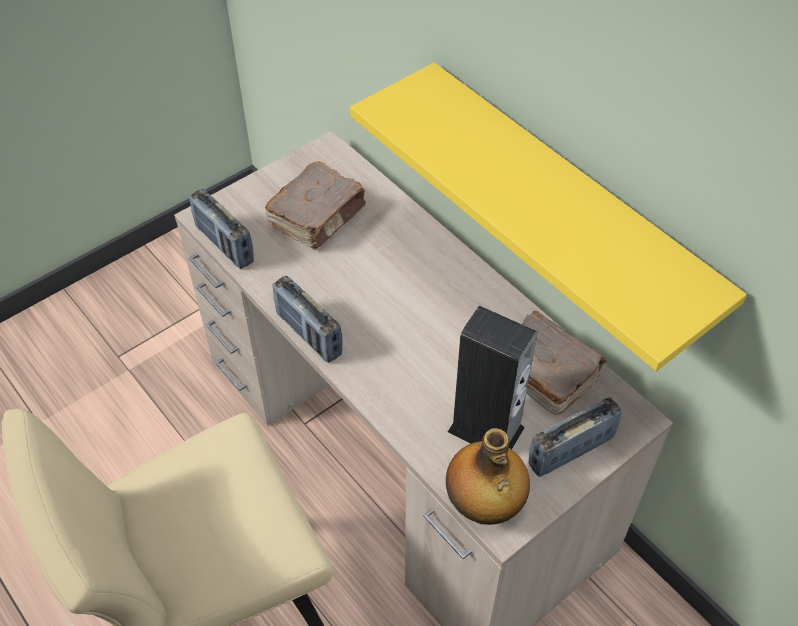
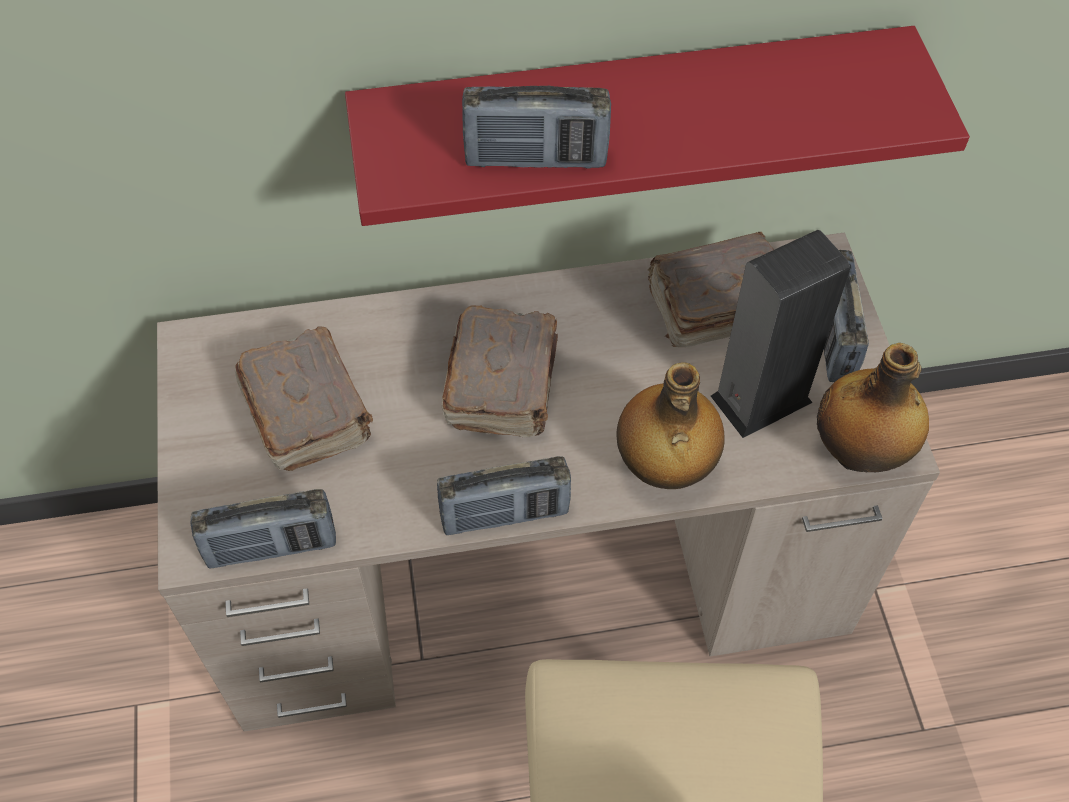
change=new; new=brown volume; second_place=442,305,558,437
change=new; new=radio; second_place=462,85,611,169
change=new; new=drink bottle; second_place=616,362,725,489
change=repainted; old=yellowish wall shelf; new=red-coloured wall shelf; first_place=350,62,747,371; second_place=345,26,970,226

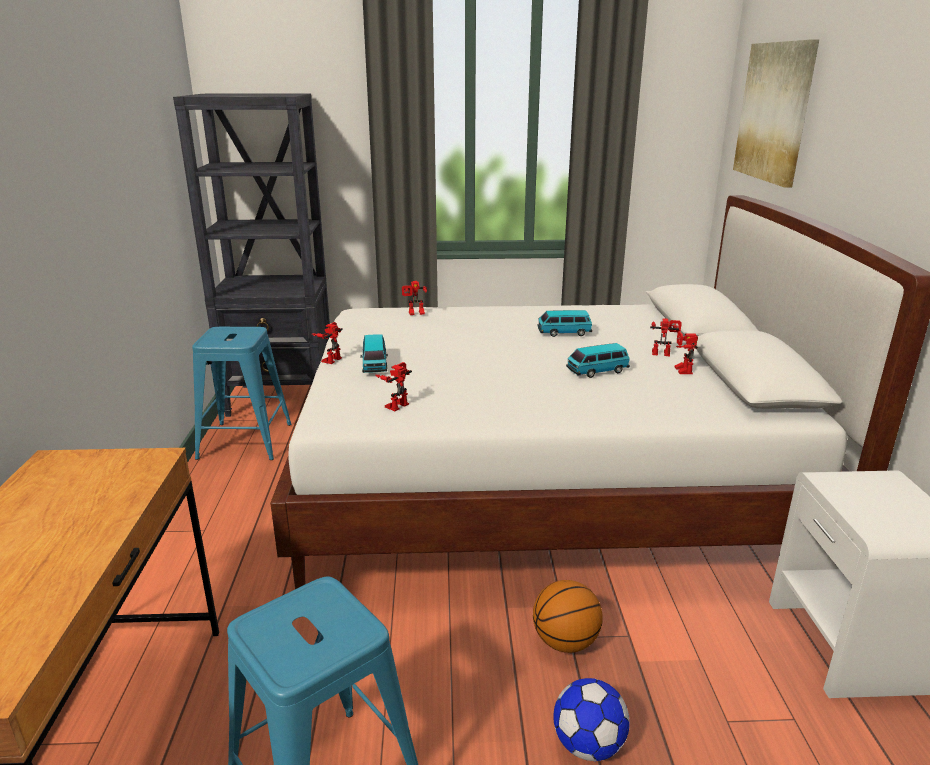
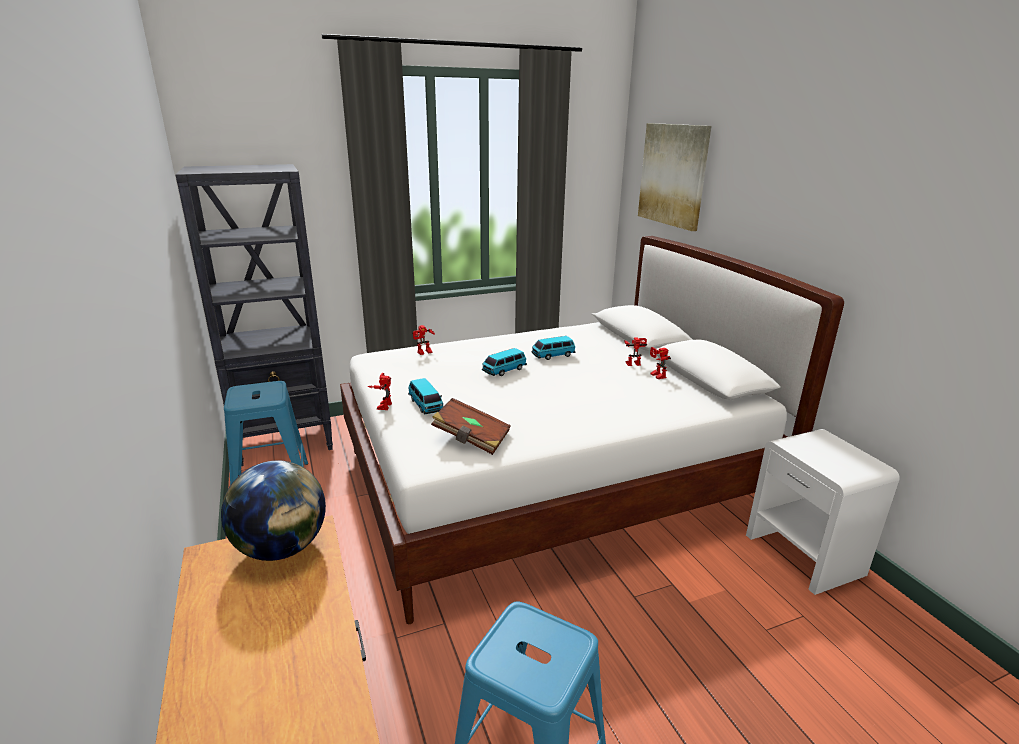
change=gone; old=basketball; first_place=533,580,603,653
change=gone; old=football; first_place=553,678,630,761
change=new; new=globe; second_place=221,461,326,561
change=shifted; old=miniature car; first_place=566,343,630,378; second_place=482,348,527,376
change=swapped; old=toy robot; new=brown volume; first_place=375,362,412,411; second_place=431,398,511,455

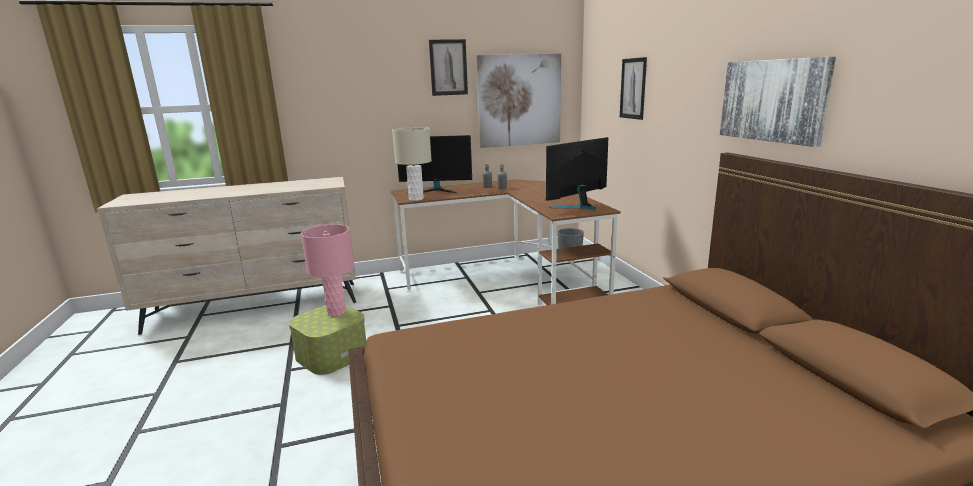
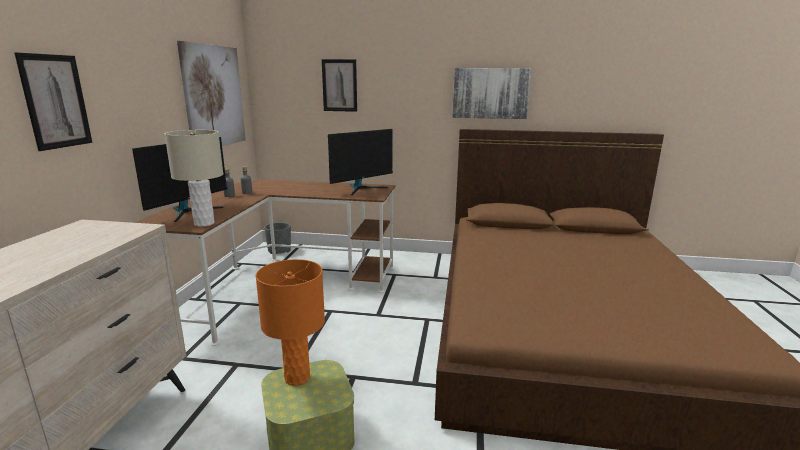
change=shifted; old=wall art; first_place=429,39,468,96; second_place=14,52,93,151
change=repainted; old=pink-coloured lamp for a table; new=orange-coloured lamp for a table; first_place=301,224,354,316; second_place=256,259,325,386
change=rotated; old=monitor; first_place=546,137,608,210; second_place=328,129,393,195; degrees=-120

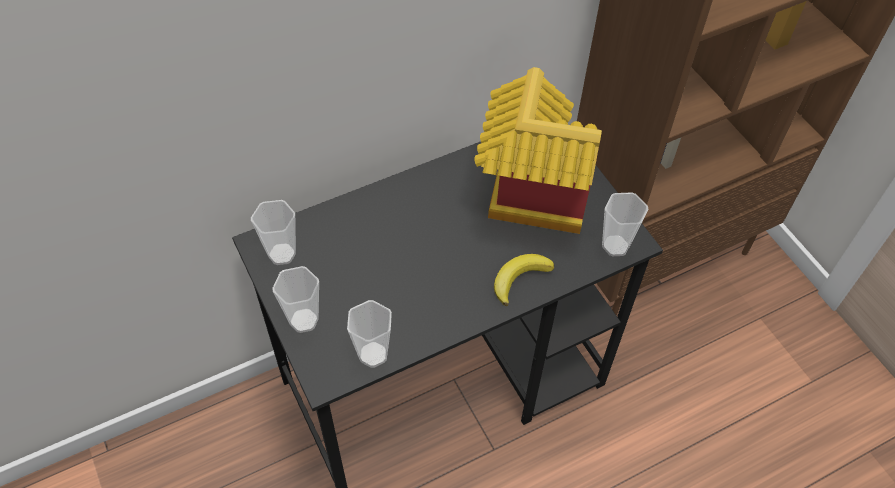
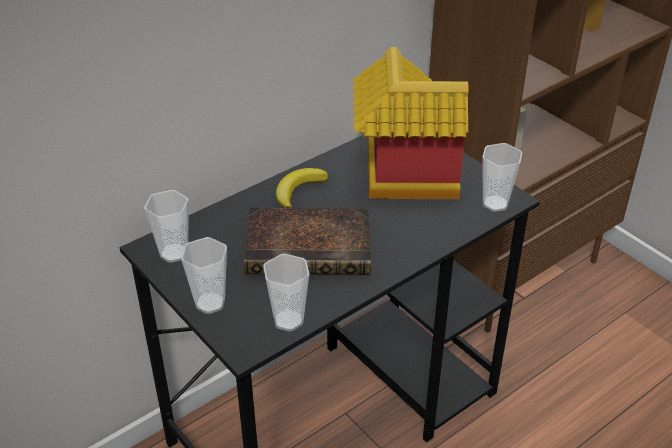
change=new; new=volume; second_place=244,208,371,275
change=shifted; old=banana; first_place=494,254,554,306; second_place=276,168,328,208

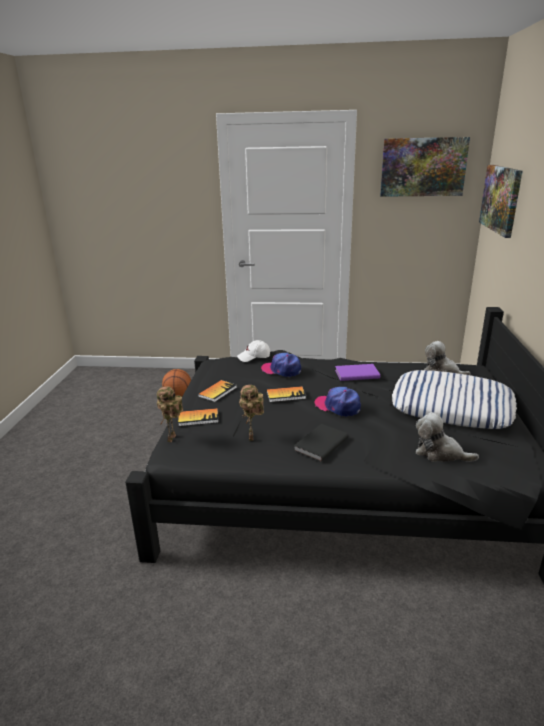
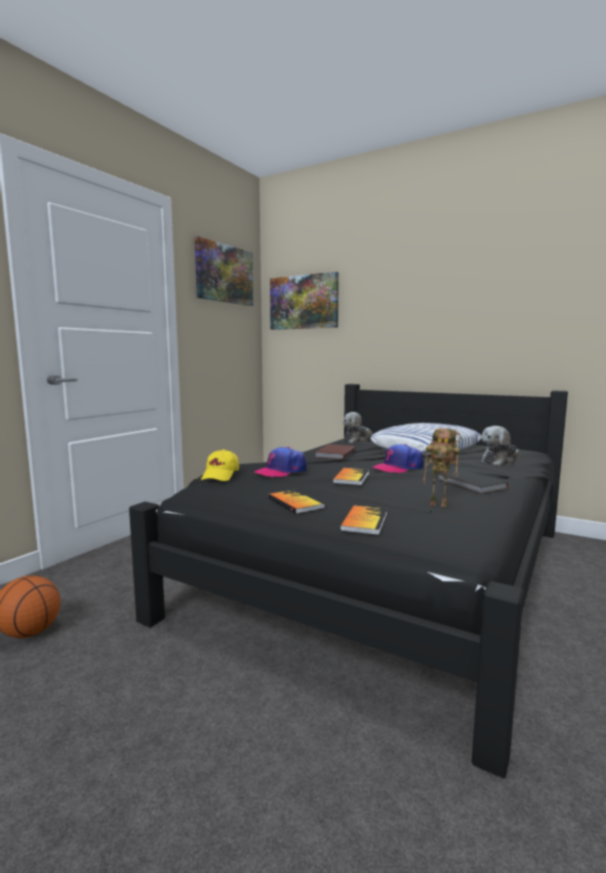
change=gone; old=toy robot; first_place=157,386,183,442
change=repainted; old=whitish peaked cap; new=yellowish peaked cap; first_place=237,340,270,362; second_place=201,449,239,481
change=repainted; old=purplish volume; new=brown volume; first_place=335,364,380,381; second_place=316,444,355,460

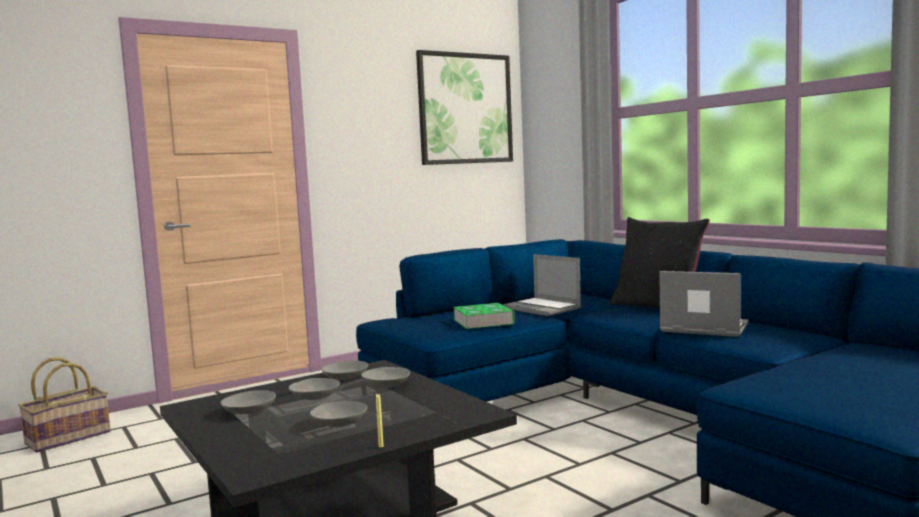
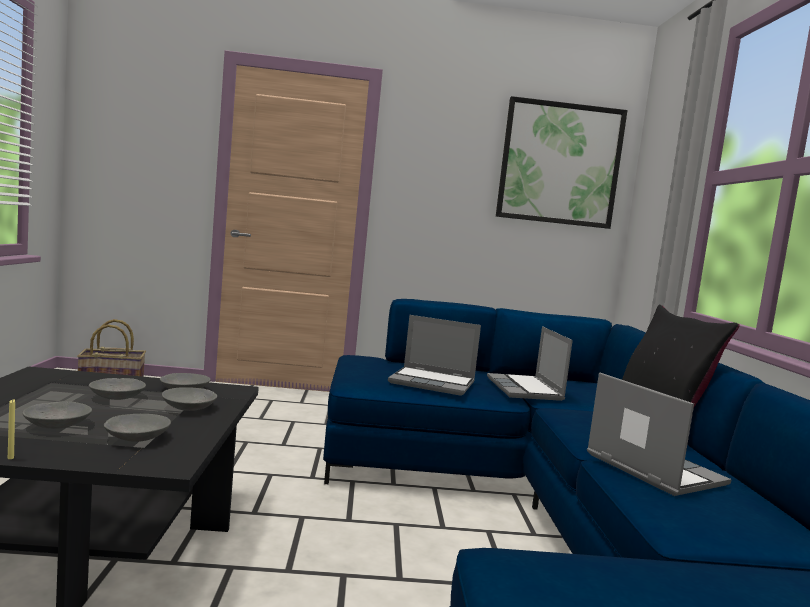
change=shifted; old=grey deep dish; first_place=220,390,276,414; second_place=104,414,171,442
change=swapped; old=volume; new=notebook computer; first_place=453,303,515,329; second_place=388,315,481,396

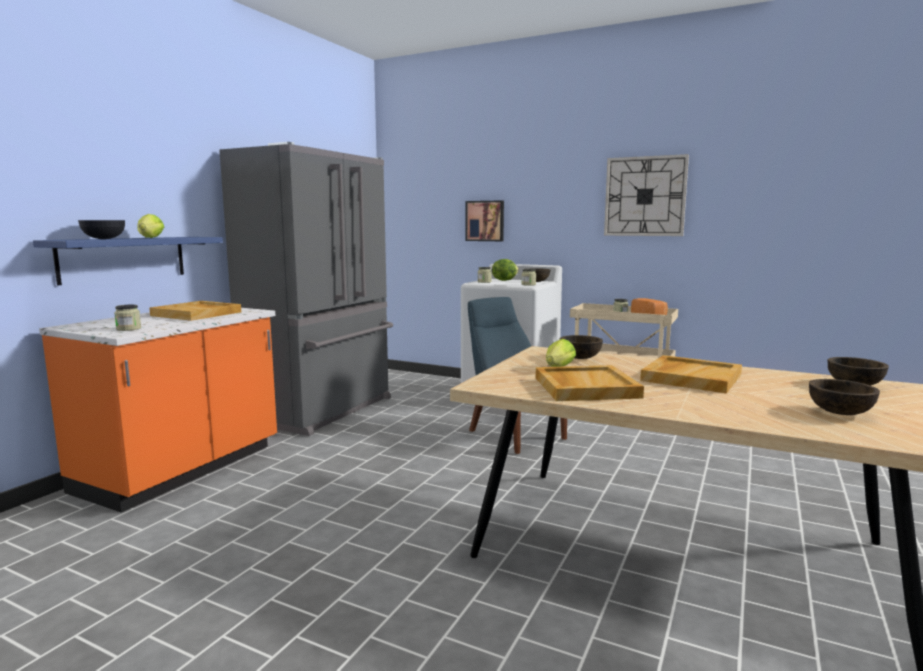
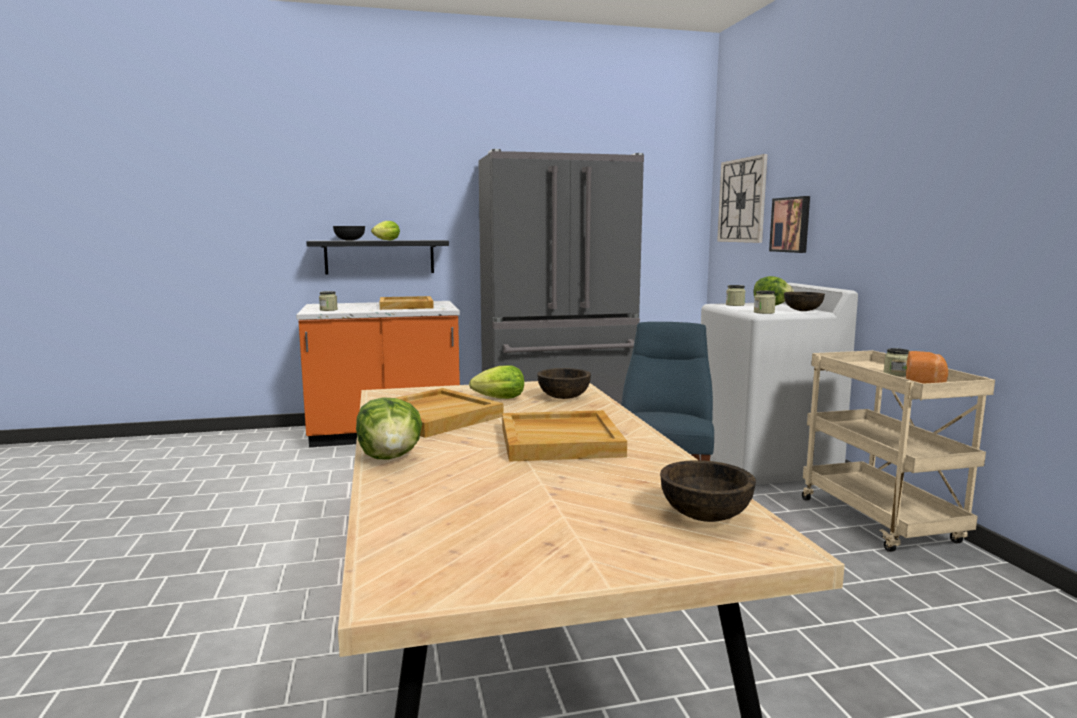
change=gone; old=brown deep dish; first_place=809,379,880,415
change=new; new=lettuce; second_place=356,397,422,459
change=shifted; old=wall clock; first_place=604,154,689,236; second_place=717,154,767,243
change=repainted; old=blue wall shelf; new=blackish wall shelf; first_place=33,237,223,285; second_place=306,240,449,274

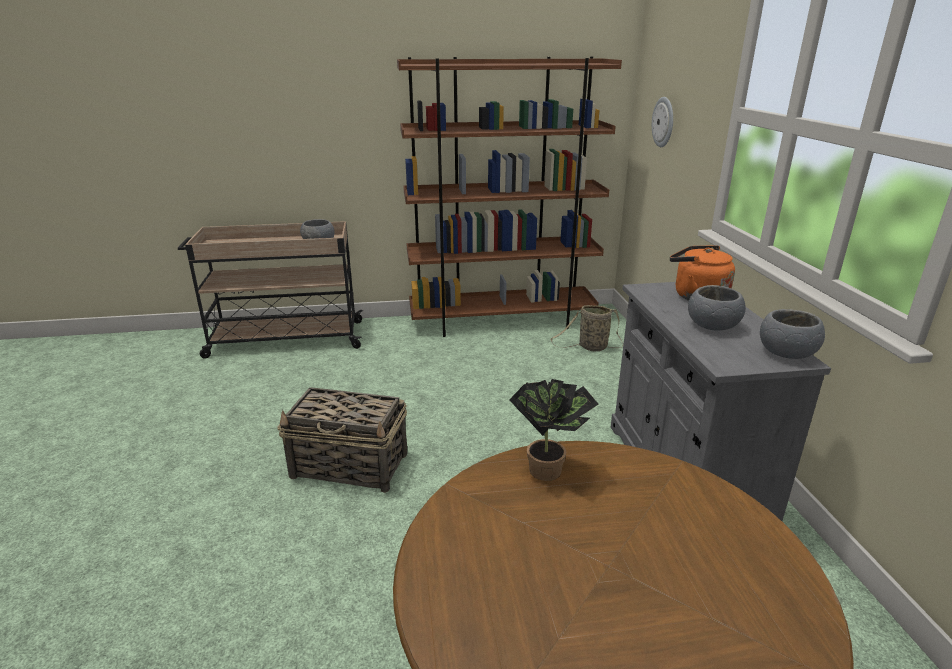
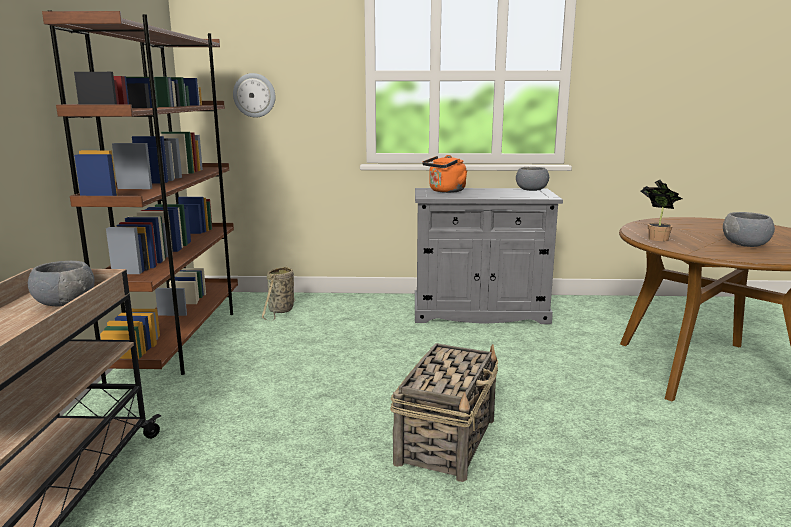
change=shifted; old=grey deep dish; first_place=688,285,746,331; second_place=723,212,775,247

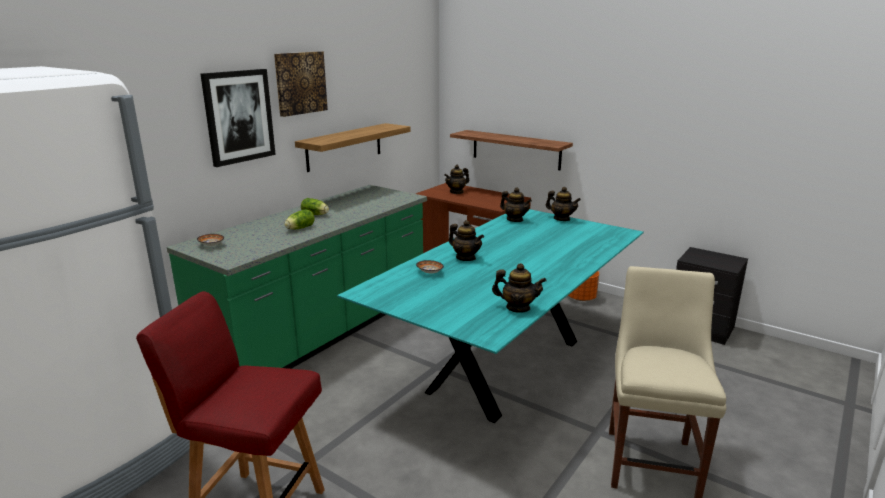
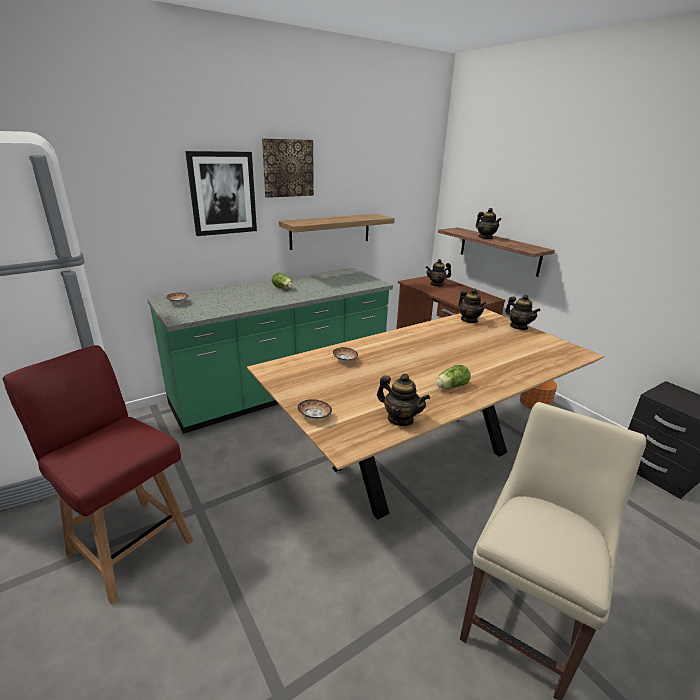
change=new; new=deep dish; second_place=298,399,332,420
change=shifted; old=lettuce; first_place=284,209,315,229; second_place=436,365,471,389
change=shifted; old=tea pot; first_place=449,220,484,261; second_place=476,208,501,239
change=repainted; old=blue-green dinner table; new=brown dinner table; first_place=337,209,644,423; second_place=247,308,604,520

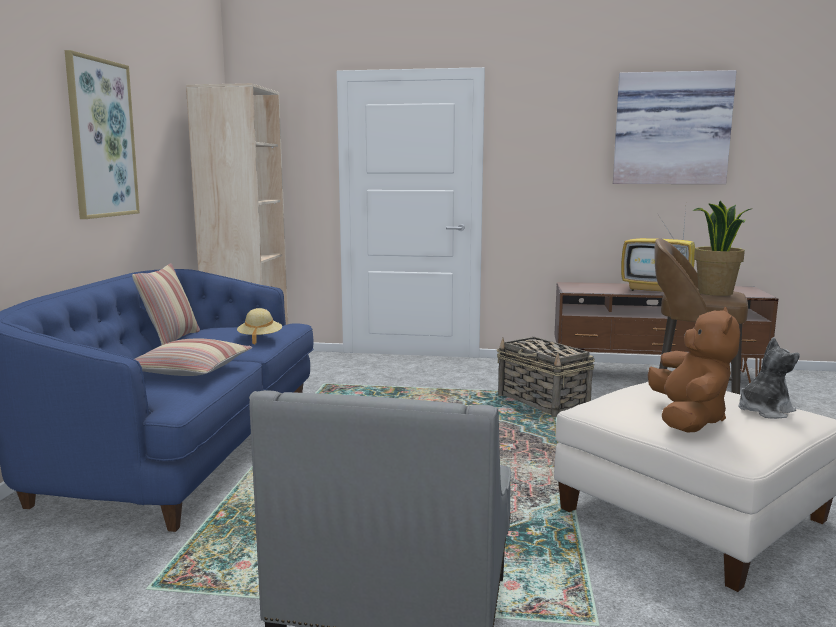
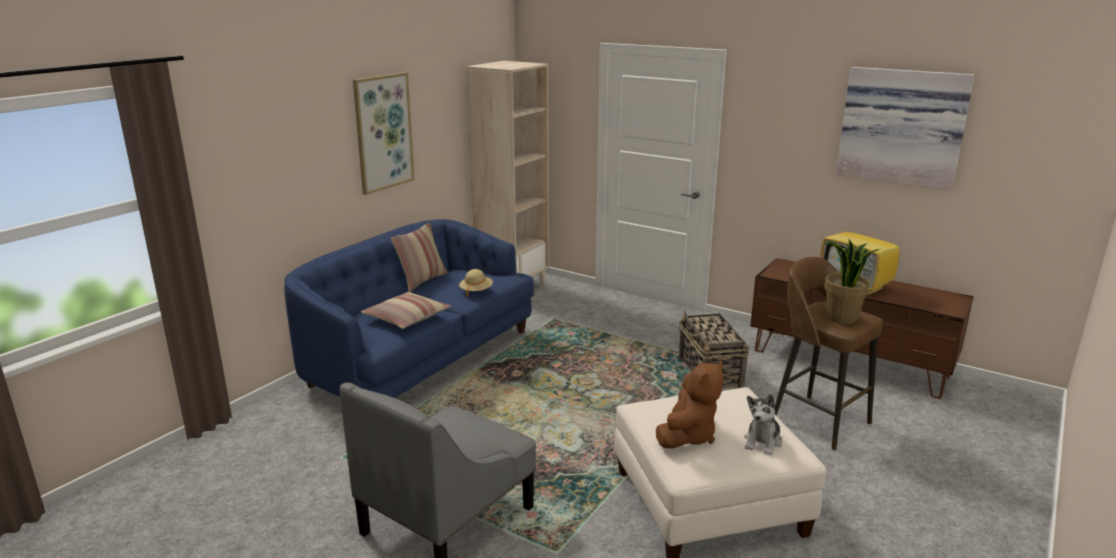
change=rotated; old=cuddly toy; first_place=739,337,800,419; second_place=744,394,782,456; degrees=120

